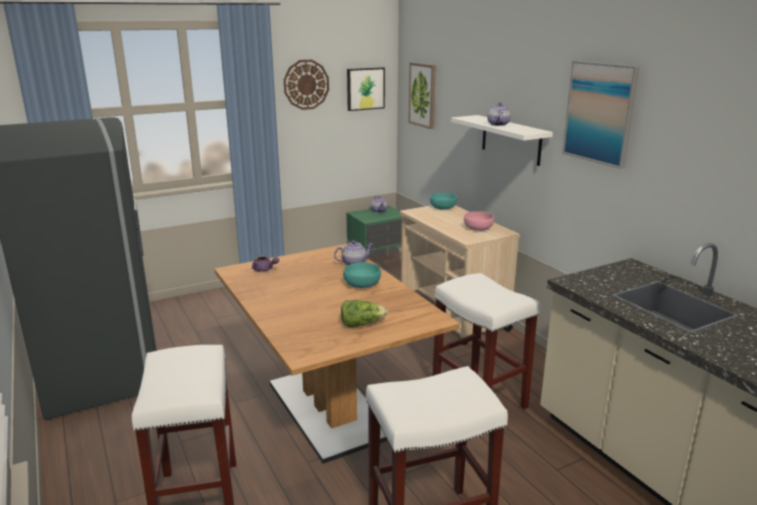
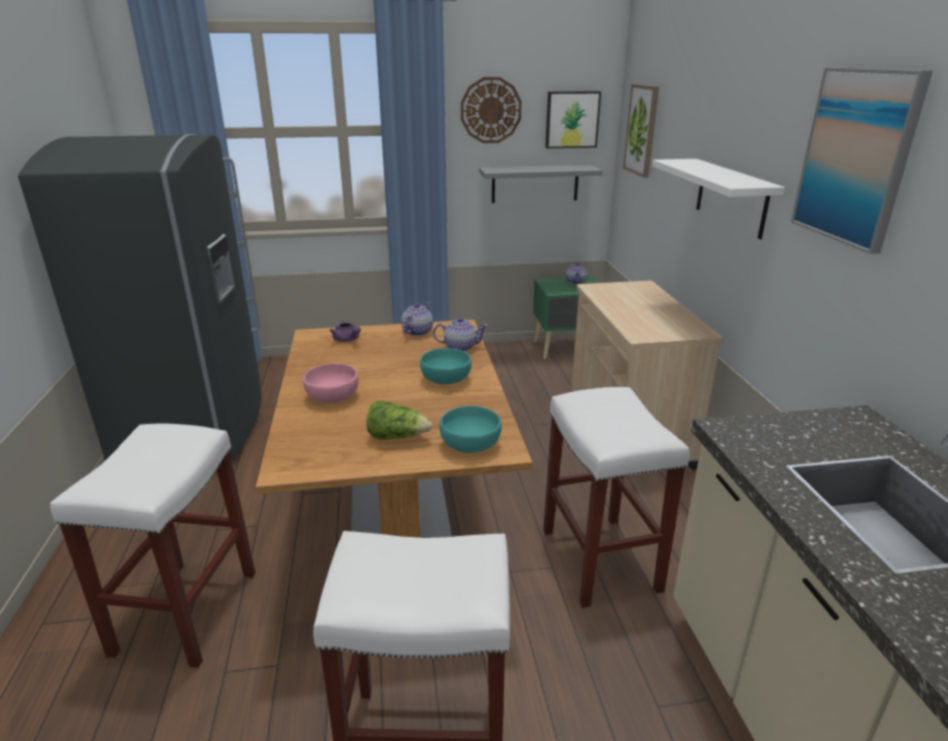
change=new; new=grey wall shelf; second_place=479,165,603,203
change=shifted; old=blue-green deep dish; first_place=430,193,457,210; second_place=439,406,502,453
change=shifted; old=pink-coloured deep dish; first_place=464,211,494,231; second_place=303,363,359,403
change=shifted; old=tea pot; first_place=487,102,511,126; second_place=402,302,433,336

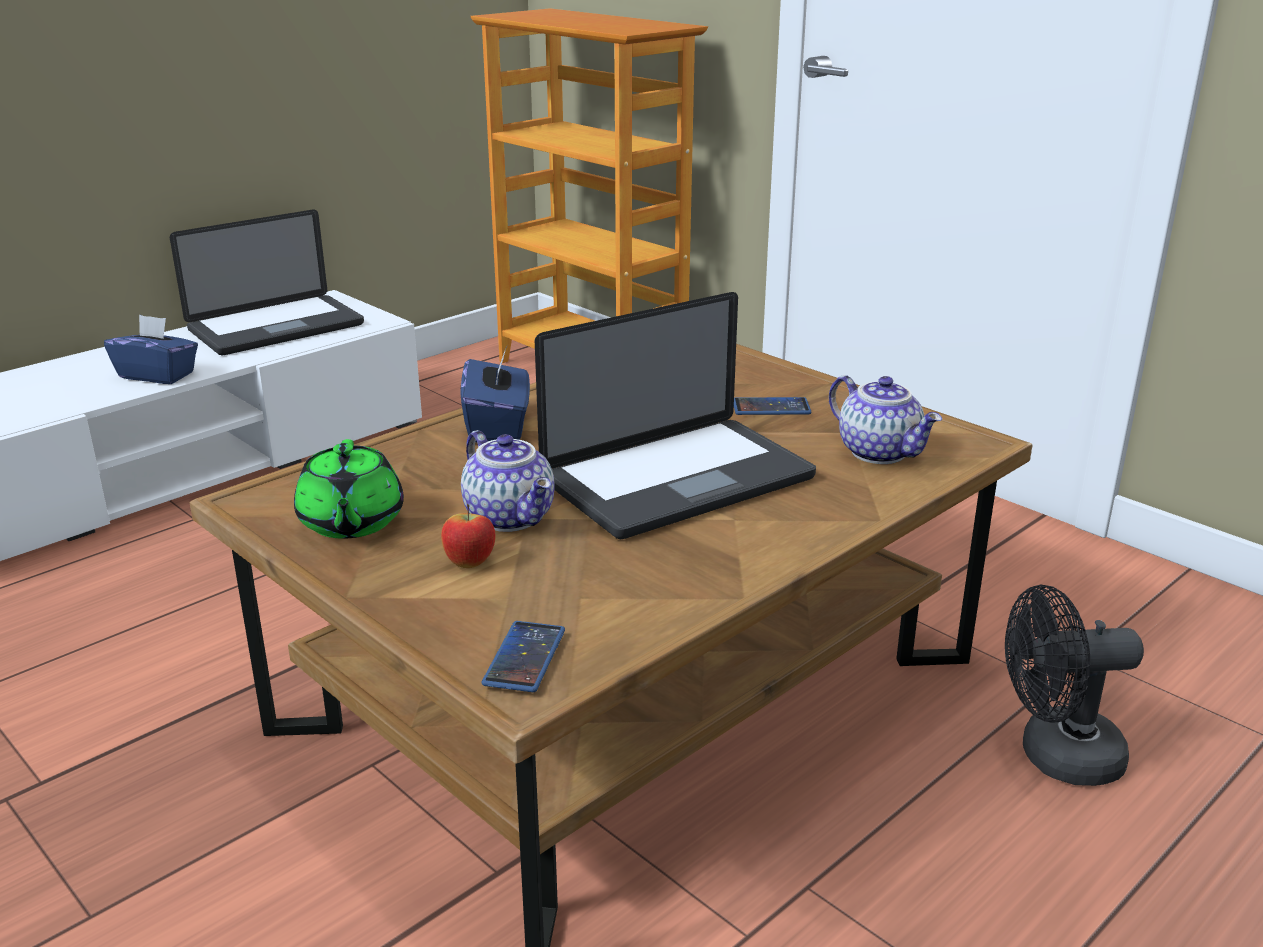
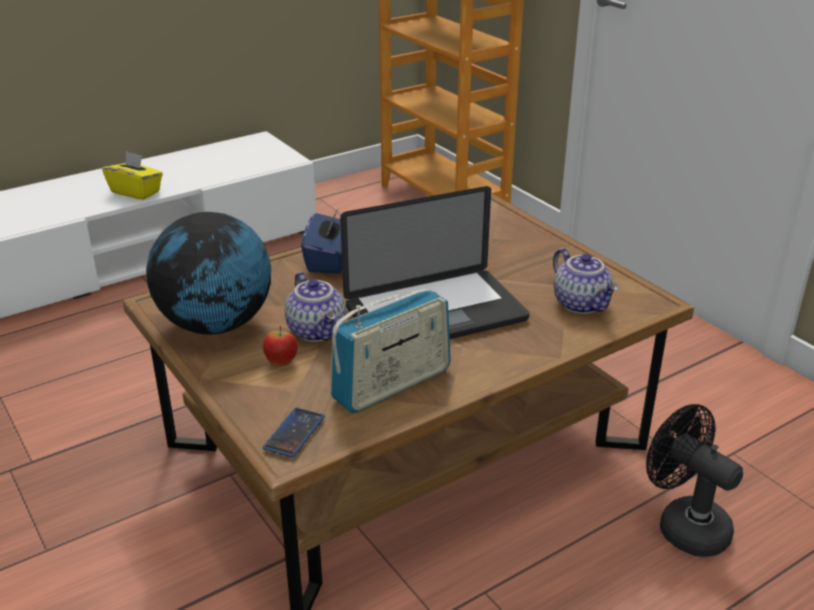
change=gone; old=notebook computer; first_place=170,210,364,355
change=gone; old=telephone; first_place=734,397,812,415
change=new; new=radio; second_place=331,288,451,413
change=swapped; old=greenish tea pot; new=globe; first_place=294,439,404,539; second_place=146,212,271,335
change=repainted; old=blue box of tissues; new=yellowish box of tissues; first_place=104,314,198,384; second_place=102,151,163,200
change=rotated; old=blackish fan; first_place=1005,585,1144,786; second_place=646,404,743,557; degrees=45

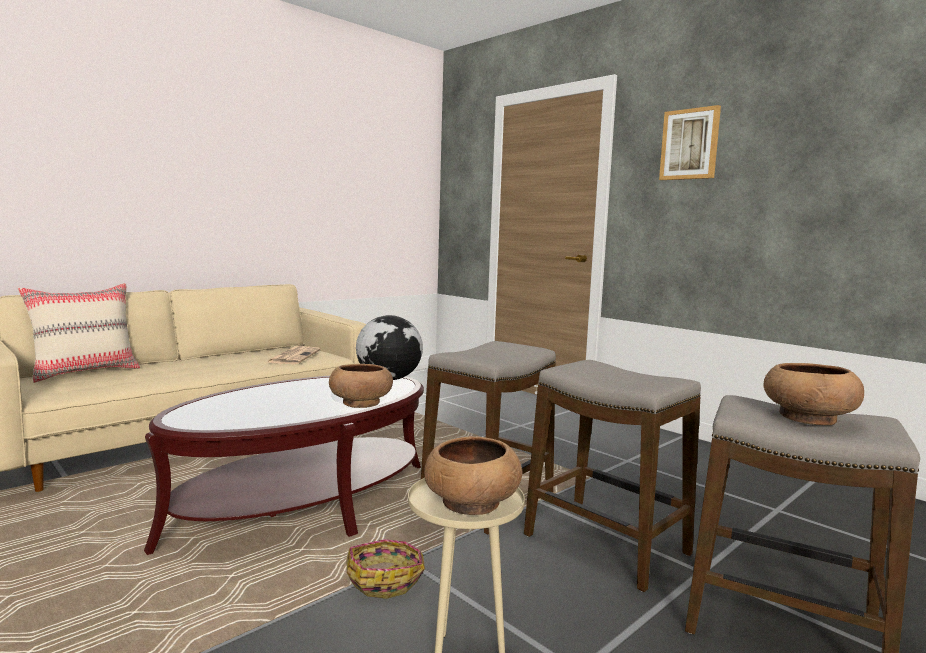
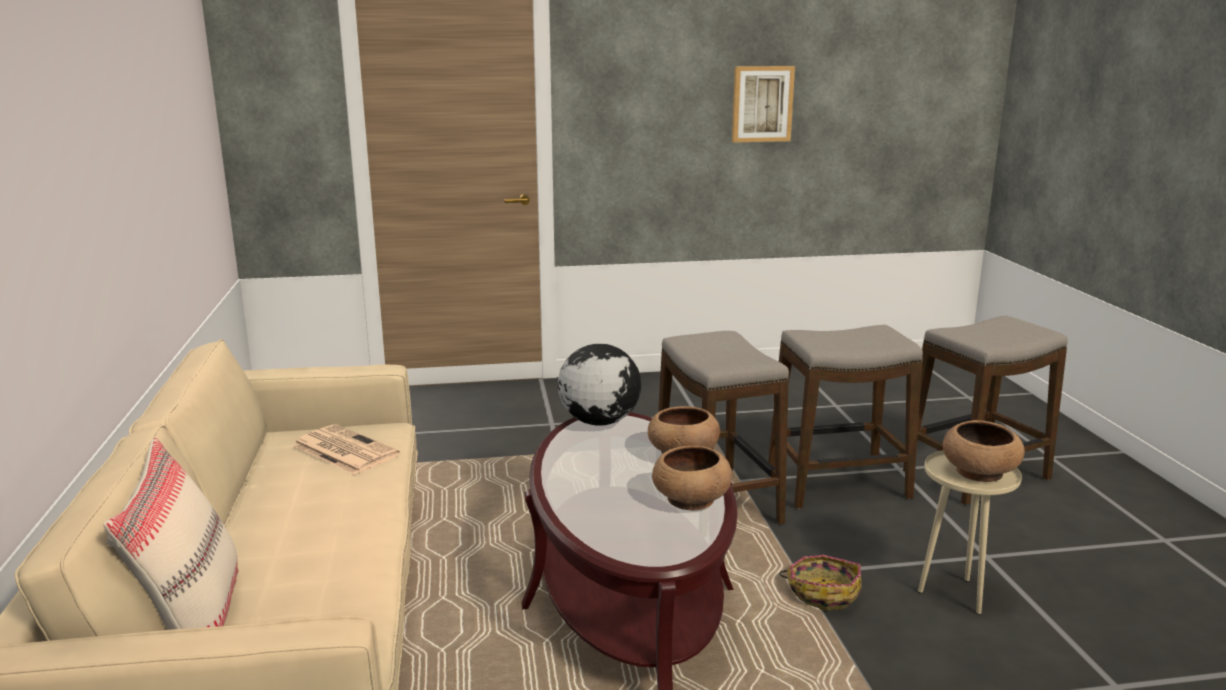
change=shifted; old=wall art; first_place=659,105,721,180; second_place=732,66,795,142
change=shifted; old=brown deep dish; first_place=763,363,864,425; second_place=652,445,732,511

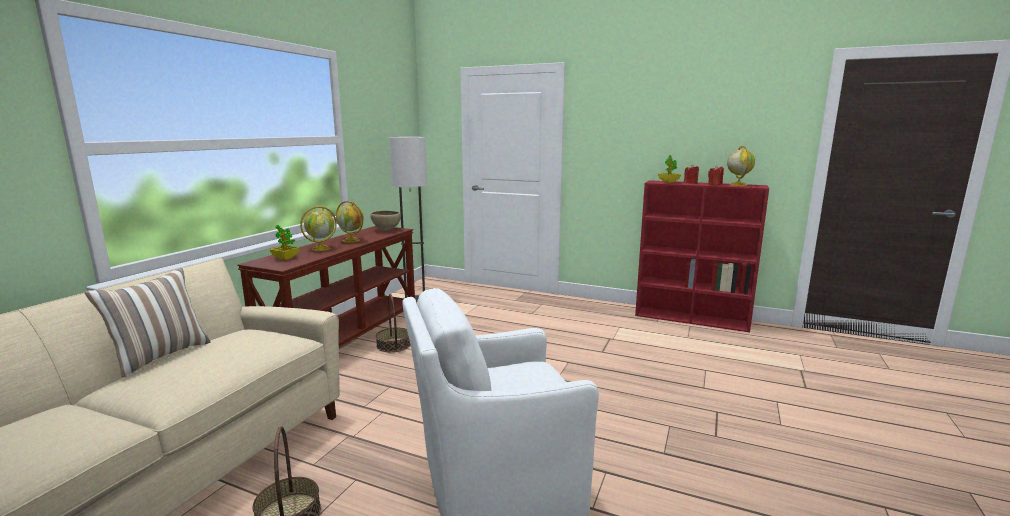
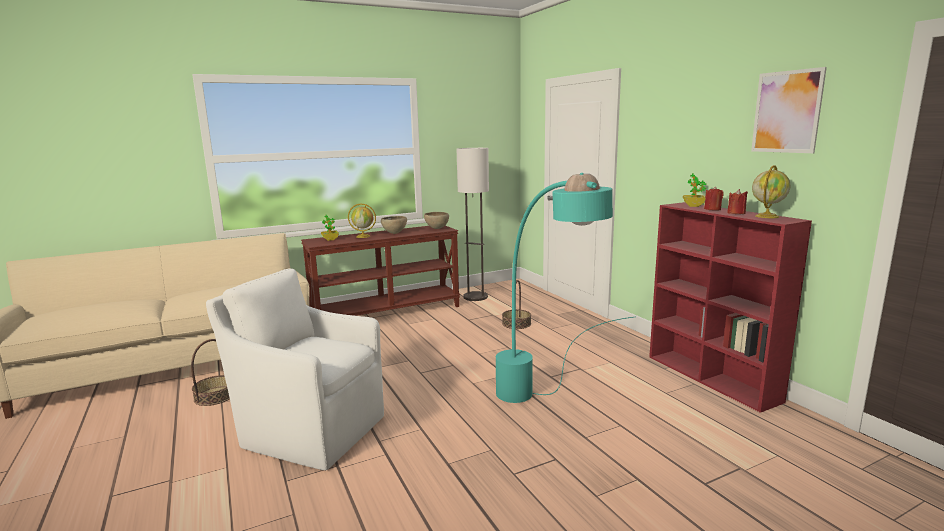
change=gone; old=pillow; first_place=85,268,210,378
change=new; new=blue-green standing lamp; second_place=496,173,634,403
change=new; new=wall art; second_place=751,67,827,153
change=shifted; old=storage basket; first_place=376,294,411,352; second_place=502,280,531,329
change=swapped; old=globe; new=brown deep dish; first_place=336,201,364,243; second_place=381,216,407,234

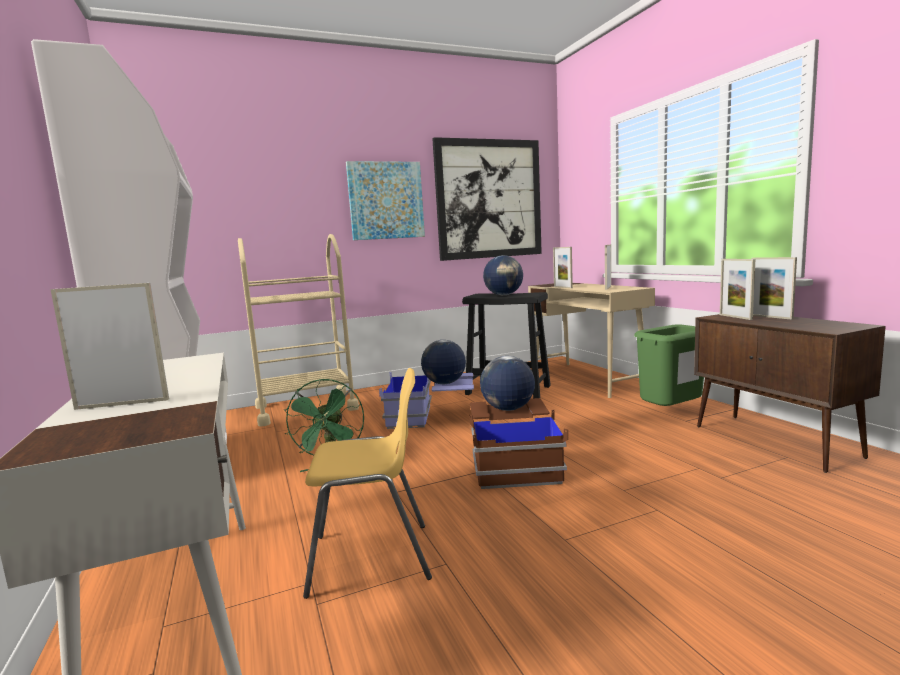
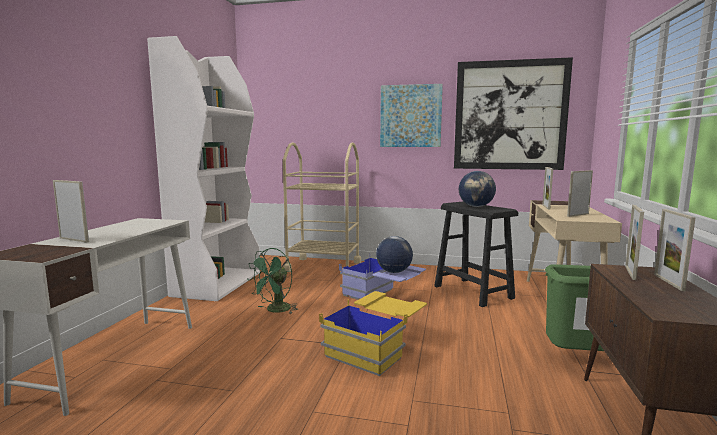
change=gone; old=yellowish upright chair; first_place=303,368,432,599
change=gone; old=globe; first_place=480,356,535,411
change=repainted; old=brown storage container; new=yellowish storage container; first_place=470,398,568,489; second_place=319,291,427,376

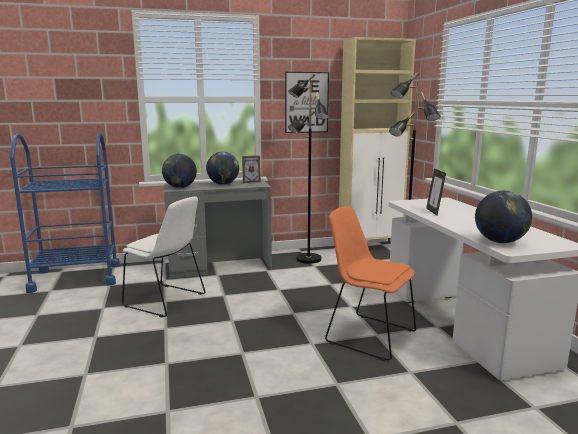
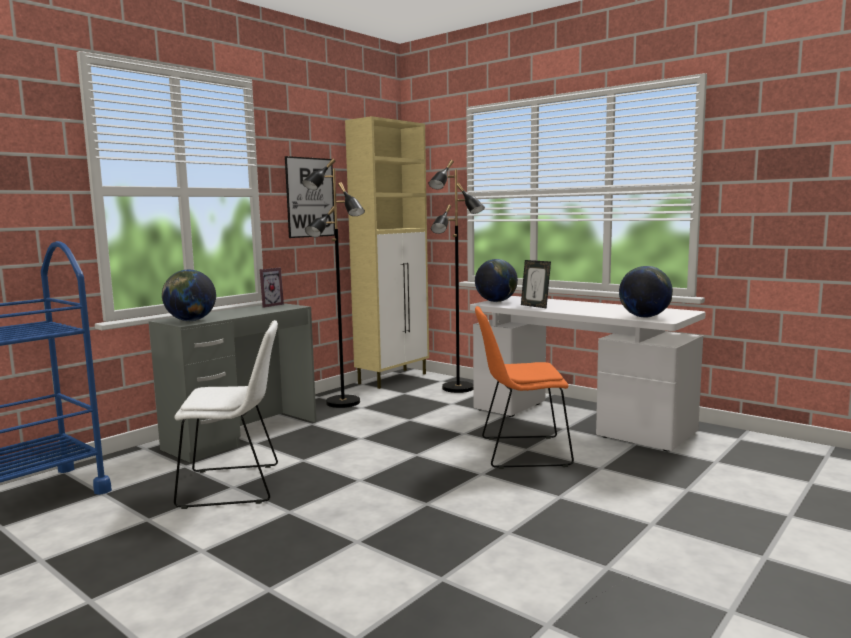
change=shifted; old=globe; first_place=206,152,239,185; second_place=475,259,518,302

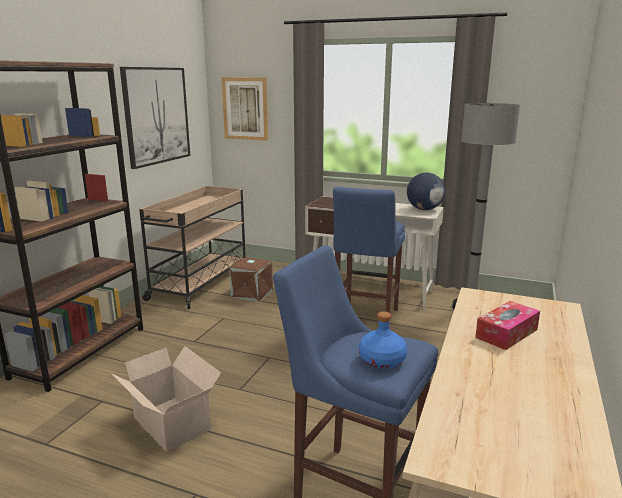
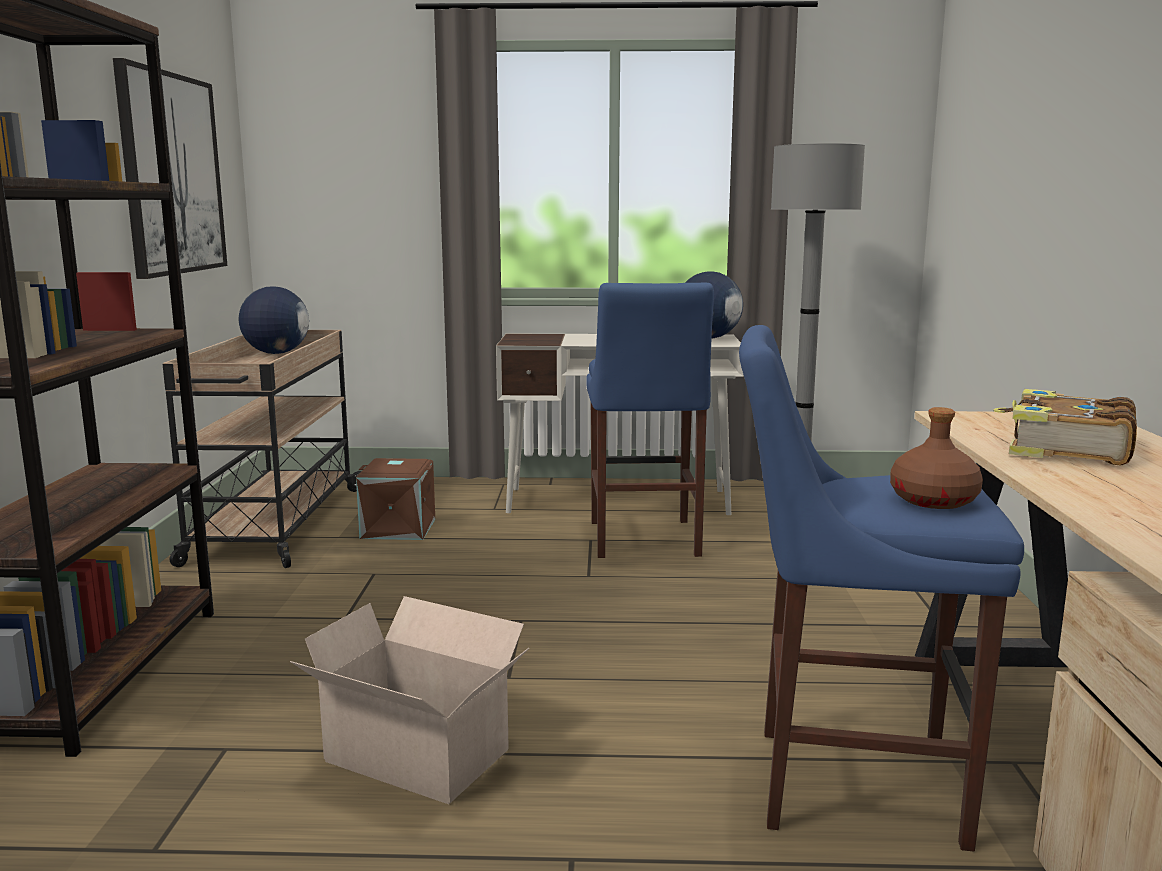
change=gone; old=wall art; first_place=222,78,268,141
change=new; new=globe; second_place=239,286,309,354
change=swapped; old=box of tissues; new=volume; first_place=475,301,540,350; second_place=993,389,1137,466
change=repainted; old=blue drink bottle; new=brown drink bottle; first_place=359,311,407,369; second_place=890,407,983,509

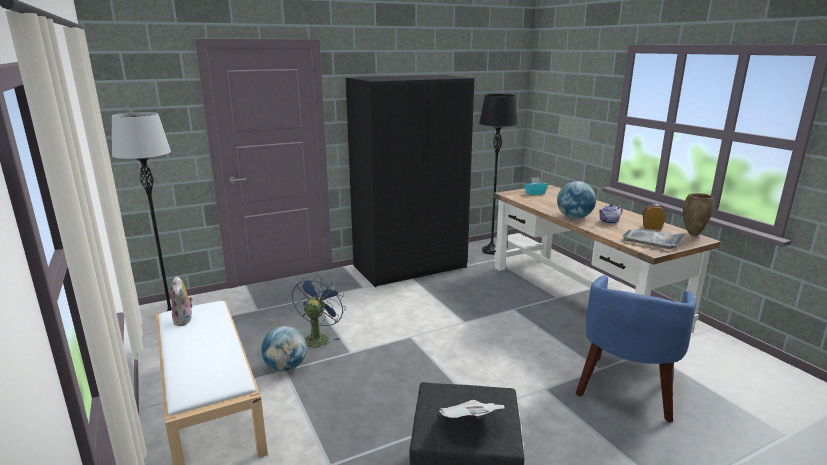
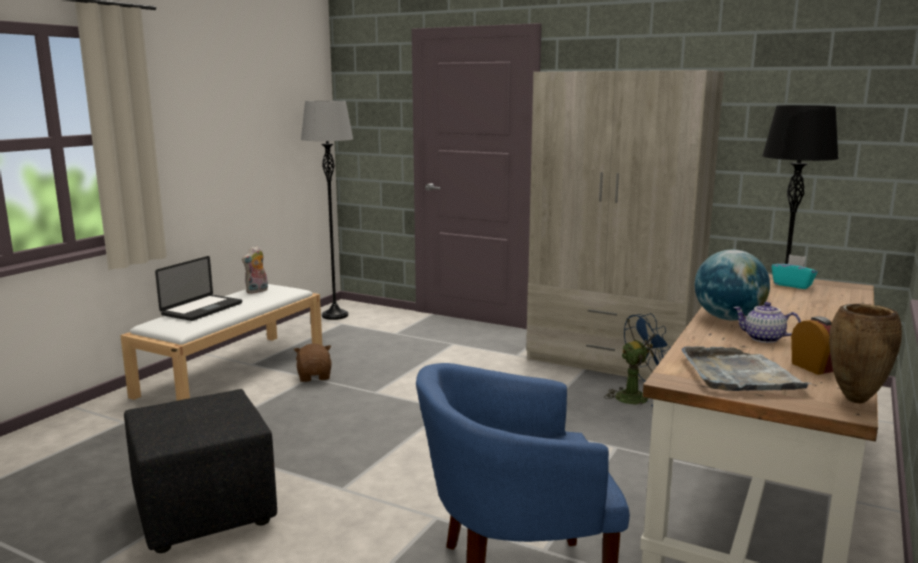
change=gone; old=newspaper; first_place=439,400,505,418
change=new; new=notebook computer; second_place=155,256,242,321
change=shifted; old=blue fan; first_place=292,275,346,348; second_place=604,313,671,406
change=swapped; old=globe; new=brown cuddly toy; first_place=261,326,307,372; second_place=294,344,332,382
change=repainted; old=blackish wardrobe; new=beige wardrobe; first_place=346,75,474,287; second_place=526,70,724,380

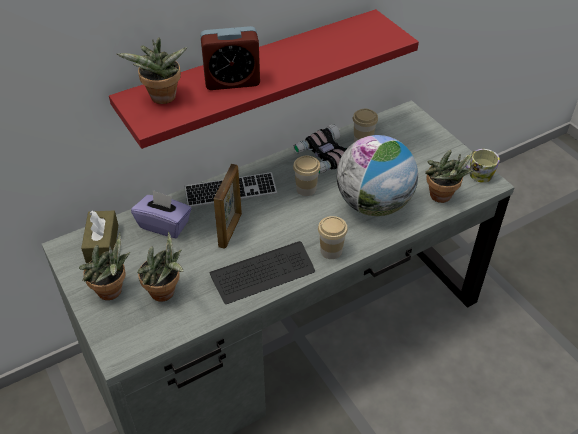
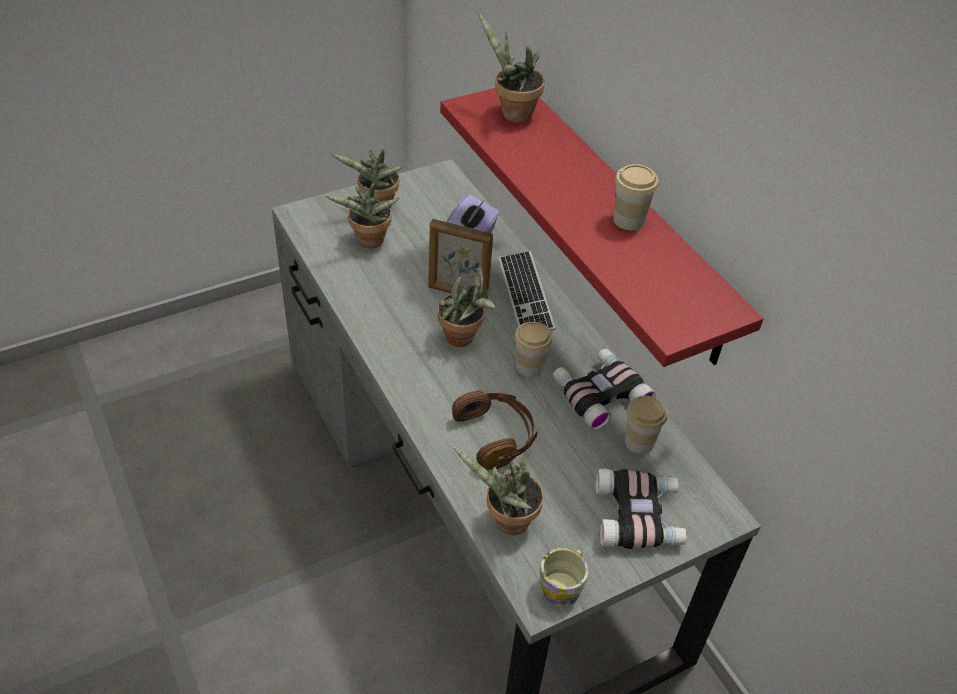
change=gone; old=brown box of tissues; first_place=81,210,118,263
change=gone; old=table clock; first_place=200,26,260,90
change=gone; old=PC keyboard; first_place=209,241,315,304
change=new; new=potted plant; second_place=437,265,495,347
change=new; new=binoculars; second_place=596,468,687,549
change=shifted; old=small cup; first_place=318,216,348,259; second_place=613,164,658,230
change=swapped; old=globe; new=brown pair of headphones; first_place=337,135,418,216; second_place=452,391,537,470

